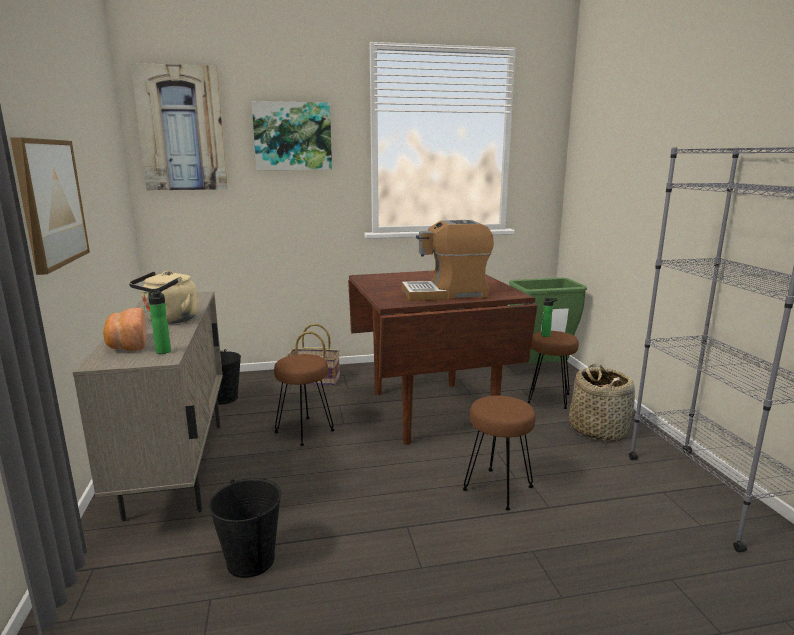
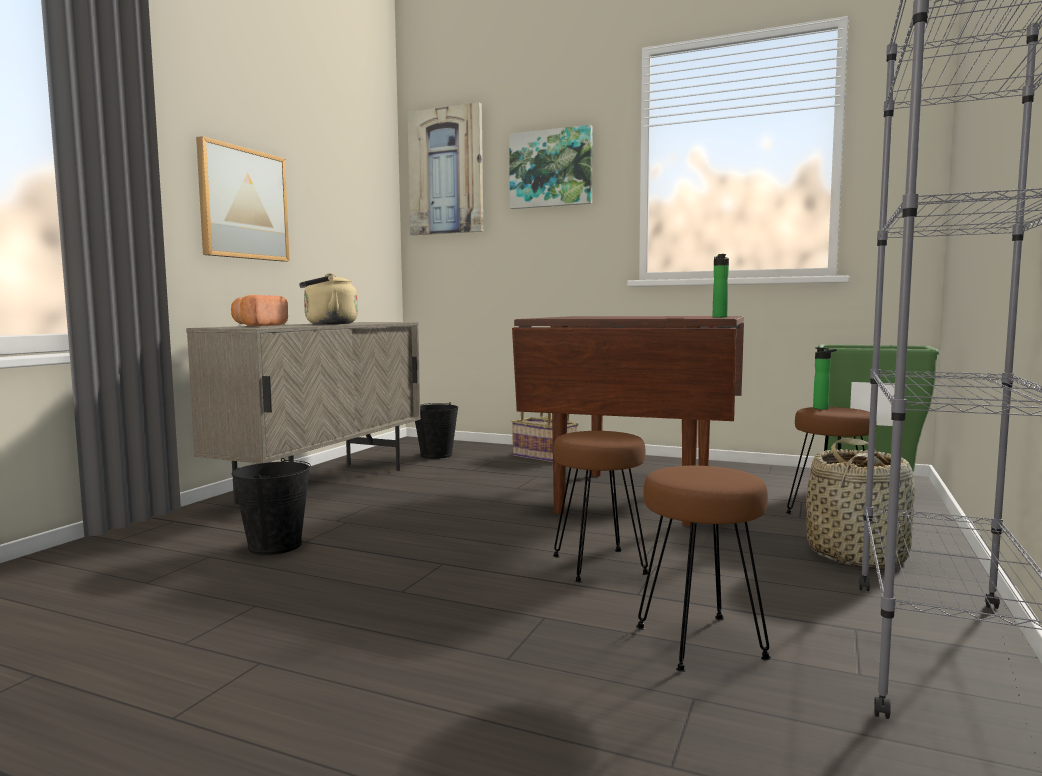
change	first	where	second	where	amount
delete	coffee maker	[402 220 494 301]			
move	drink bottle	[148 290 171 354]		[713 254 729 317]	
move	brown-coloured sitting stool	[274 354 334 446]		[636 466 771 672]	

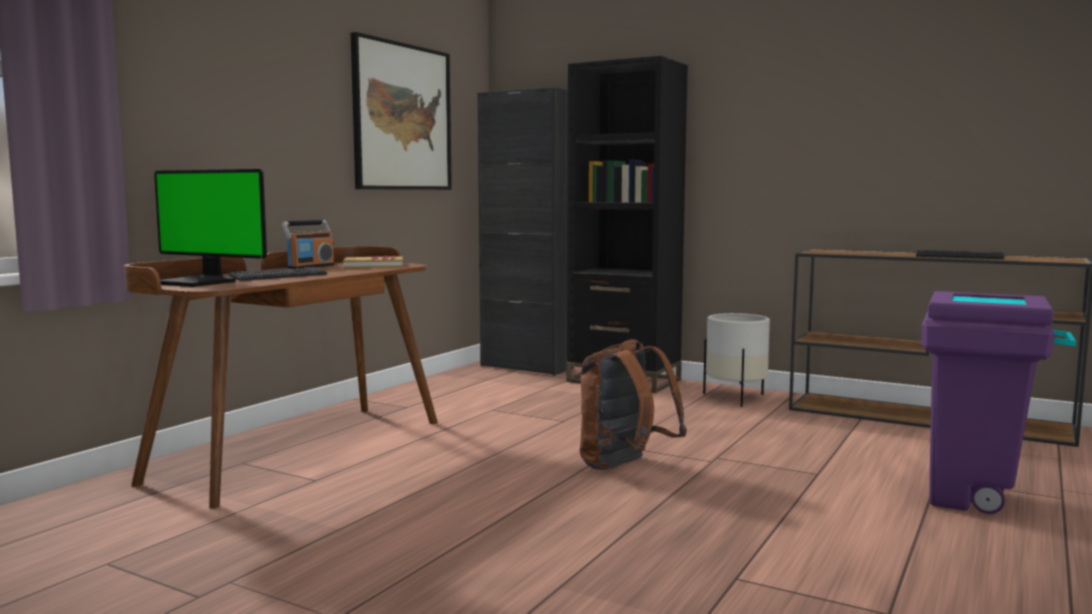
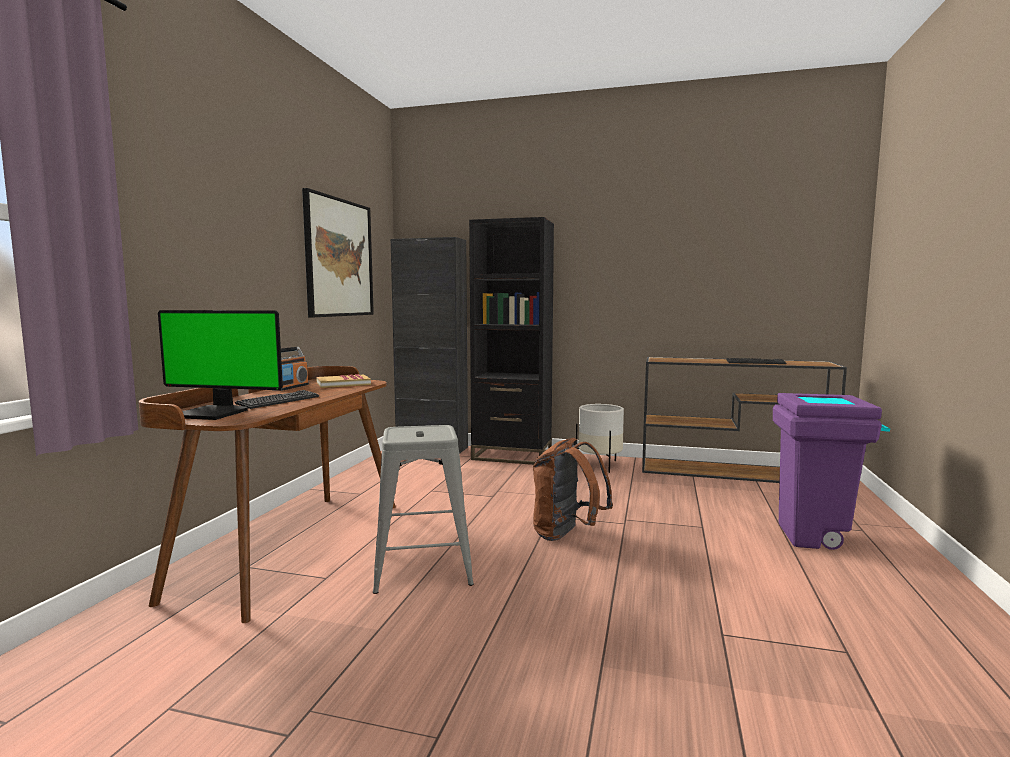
change	first	where	second	where	amount
insert			grey sitting stool	[373 425 474 594]	

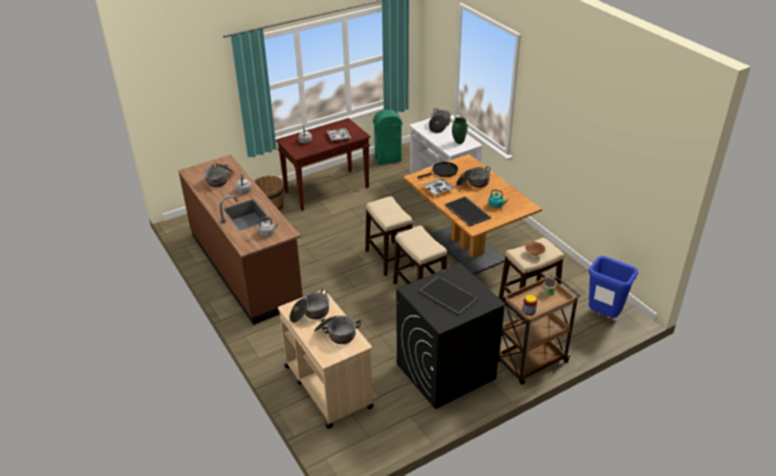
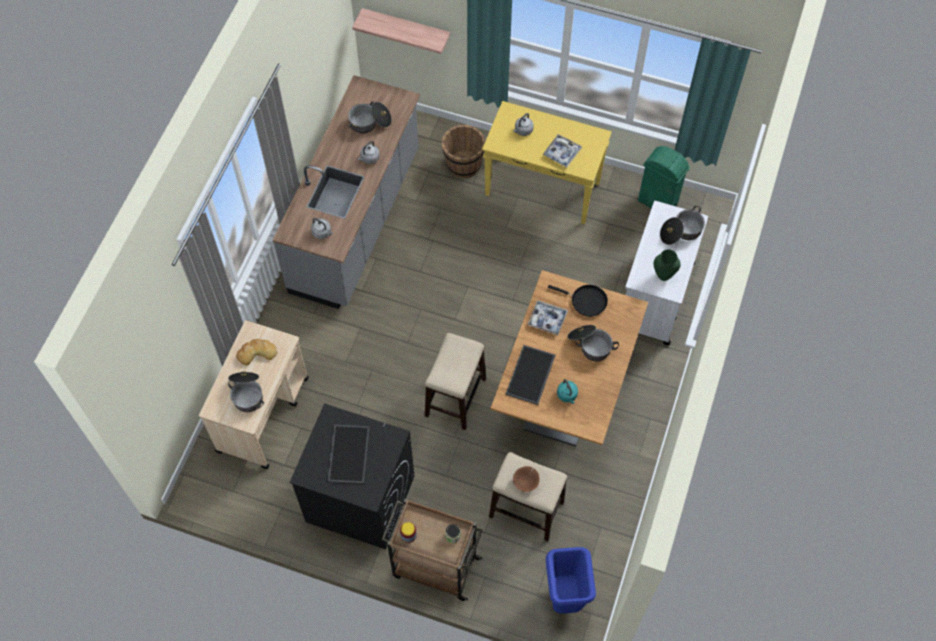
change	first	where	second	where	amount
recolor	brown-coloured hall table	[276 118 371 211]	yellow hall table	[482 101 612 224]	
recolor	brown-coloured kitchen counter	[178 155 303 325]	grey kitchen counter	[273 75 420 309]	
delete	sitting stool	[365 196 414 276]			
replace	saucepot	[290 289 329 323]	bread	[236 339 277 365]	
insert			shelf	[352 8 450 54]	

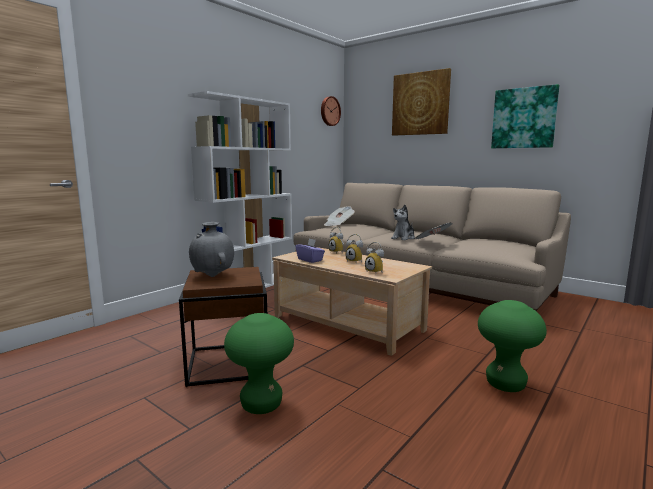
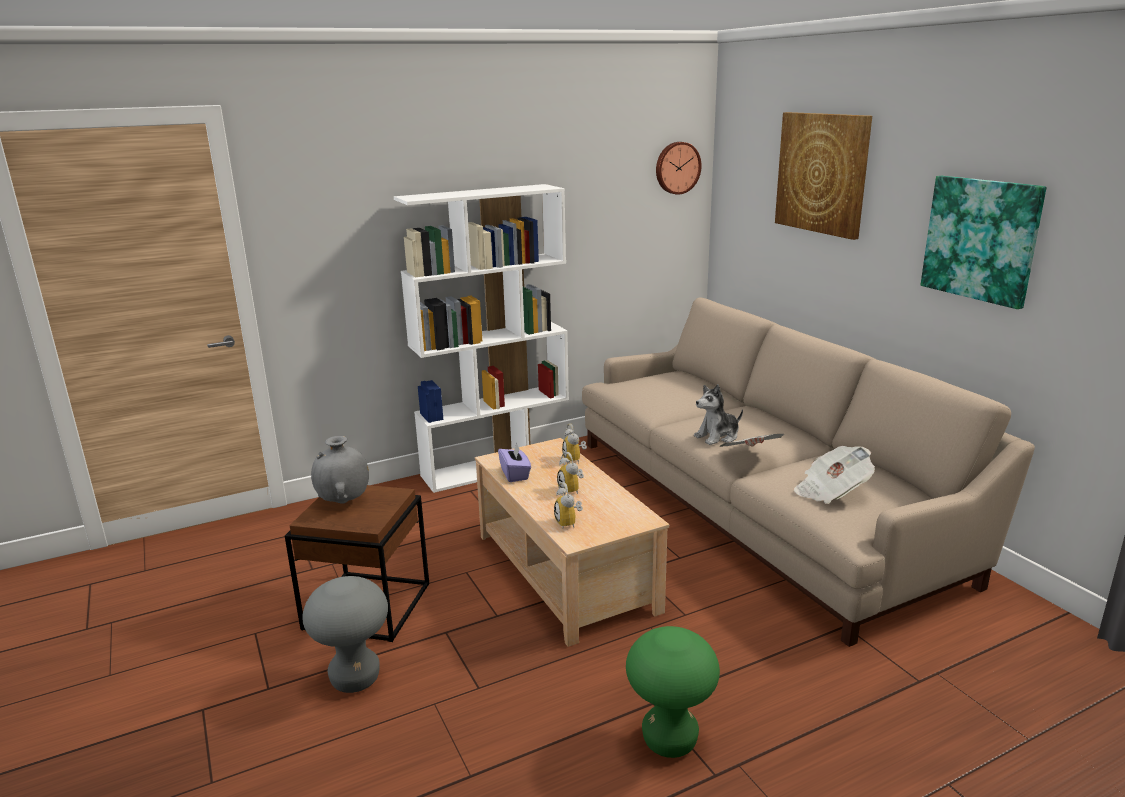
change	first	where	second	where	amount
move	newspaper	[324 206 355 226]		[794 446 875 504]	
recolor	green sitting stool	[224 313 294 414]	grey sitting stool	[302 576 388 693]	

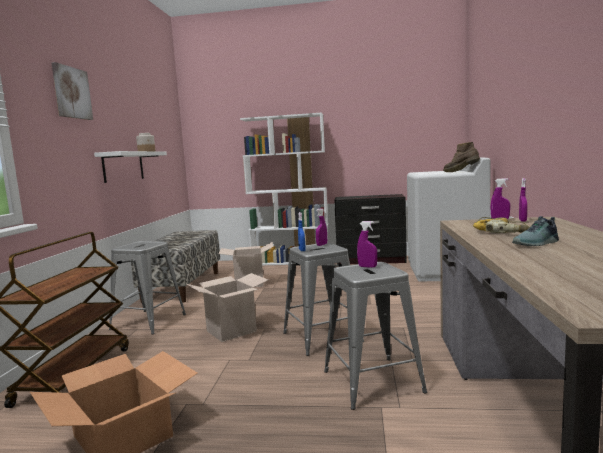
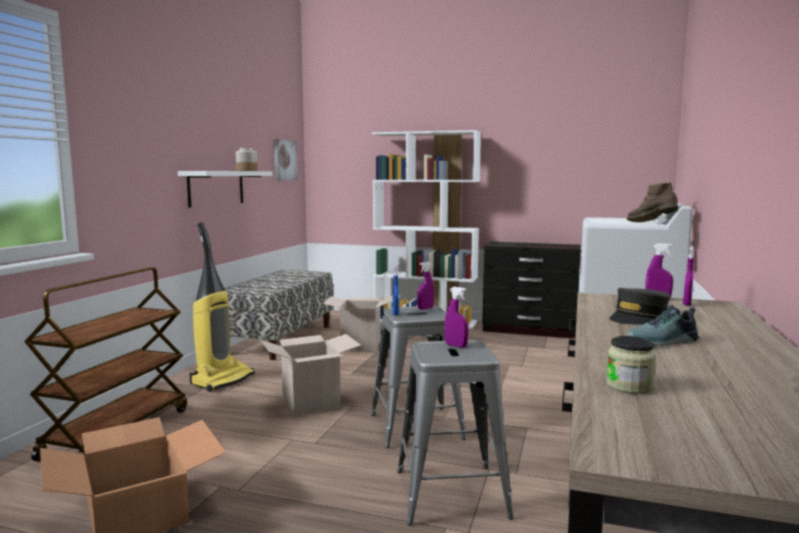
change	first	where	second	where	amount
move	picture	[52 62 93 120]		[274 139 297 181]	
replace	power drill	[473 217 530 233]	grey peaked cap	[609 288 670 325]	
replace	grey sitting stool	[109 241 186 334]	hoover	[189 222 255 392]	
insert			preserve jar	[606 336 656 394]	

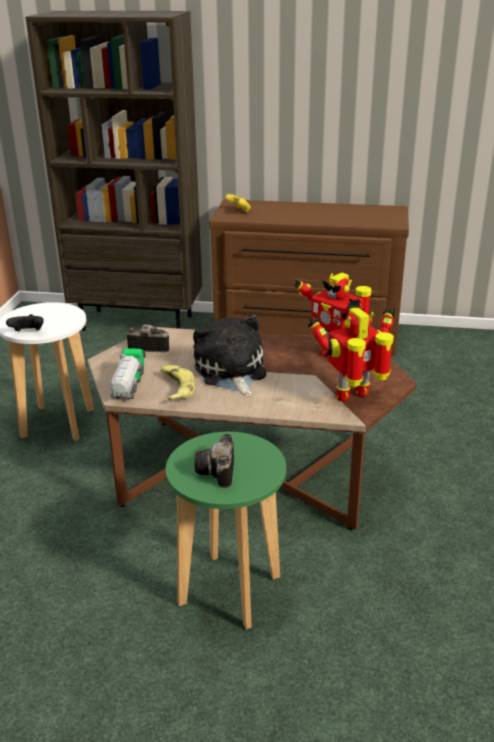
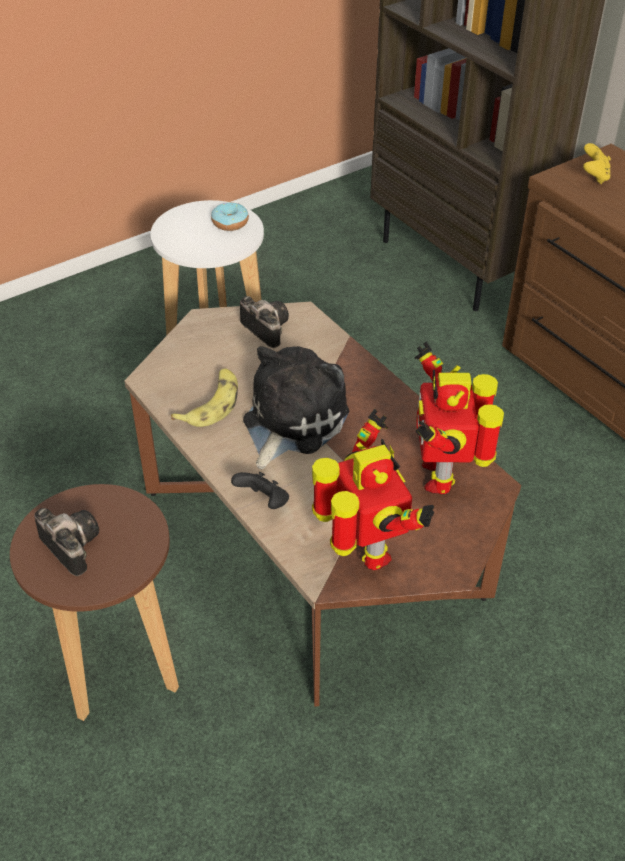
change	first	where	second	where	amount
rotate	toy robot	[308 306 396 401]		[312 409 434 570]	45 degrees clockwise
move	blackish game controller	[6 314 44 331]		[231 472 289 509]	
delete	model truck	[109 348 146 399]			
recolor	green sitting stool	[166 432 286 630]	brown-coloured sitting stool	[10 484 179 721]	
rotate	photo camera	[194 434 234 488]		[34 508 99 576]	90 degrees clockwise
insert			ring doughnut	[211 203 249 231]	

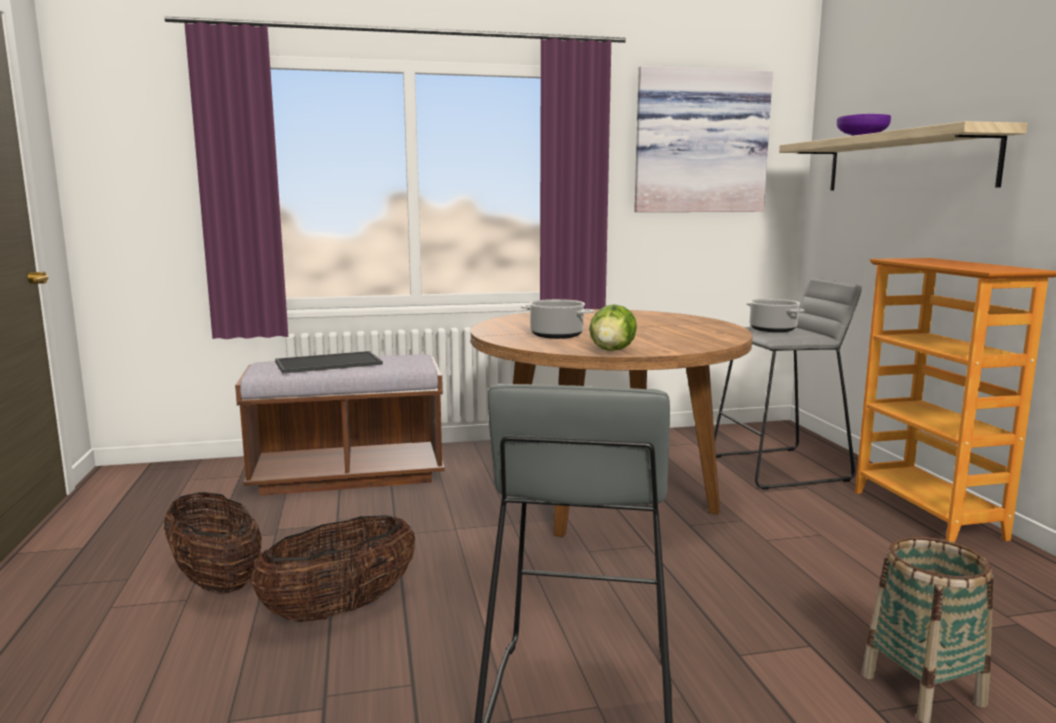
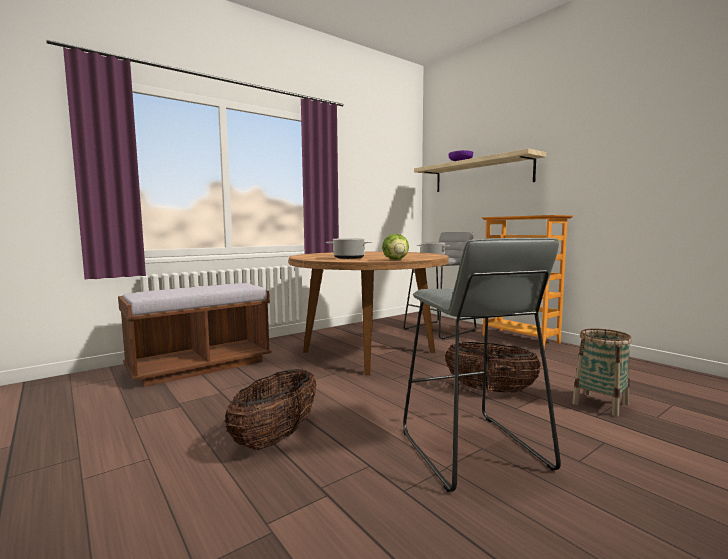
change	first	where	second	where	amount
delete	picture	[634 66 773 212]			
delete	carrying tray	[275 351 383 374]			
move	storage basket	[164 492 262 594]		[445 342 542 393]	

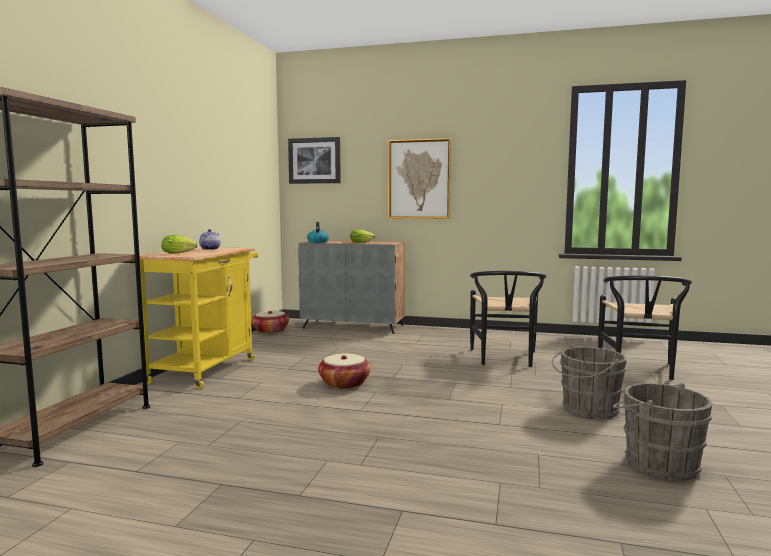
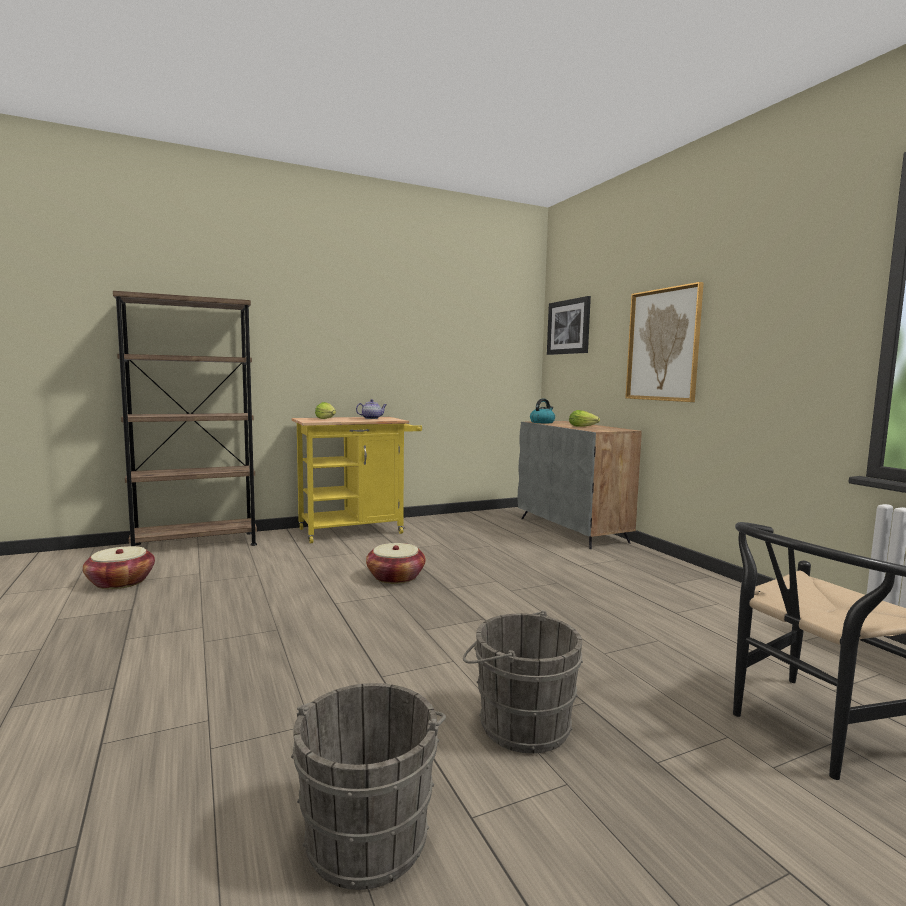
change	first	where	second	where	amount
delete	blackish upright chair	[470 271 546 367]			
move	storage basket	[251 311 289 334]		[83 546 155 590]	

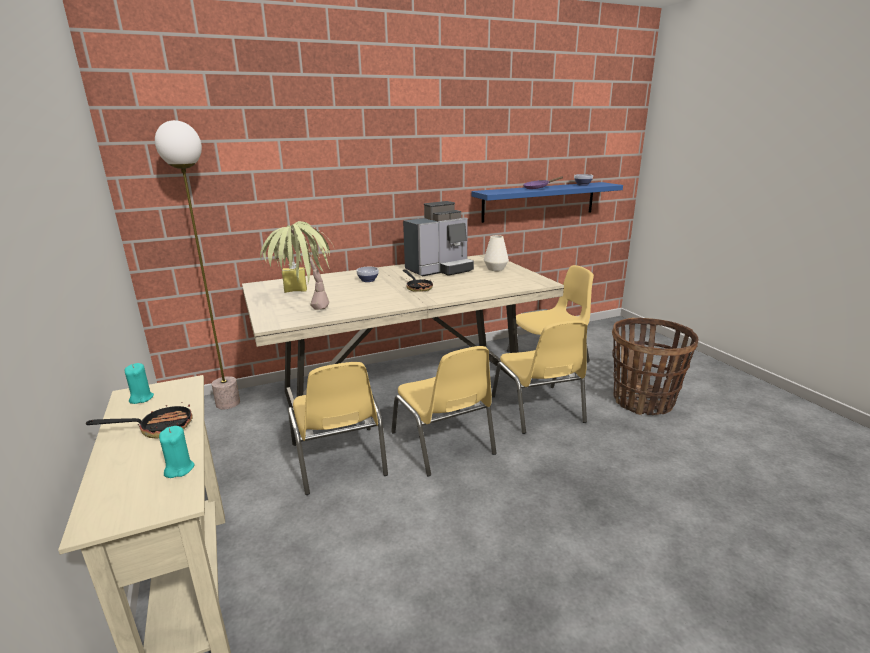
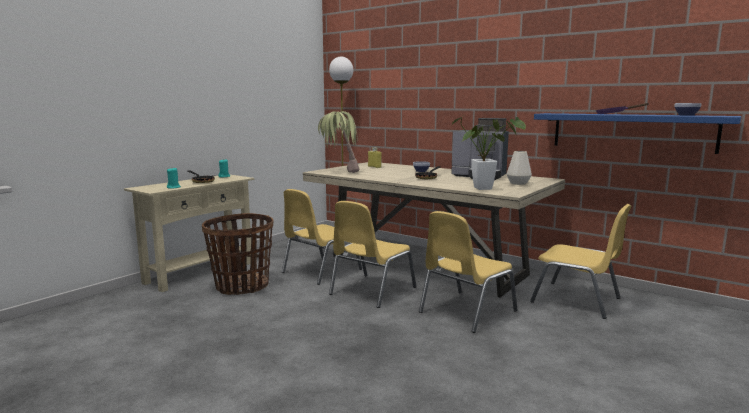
change	first	where	second	where	amount
move	storage basket	[612 318 698 415]		[202 213 273 295]	
insert			potted plant	[452 116 526 190]	

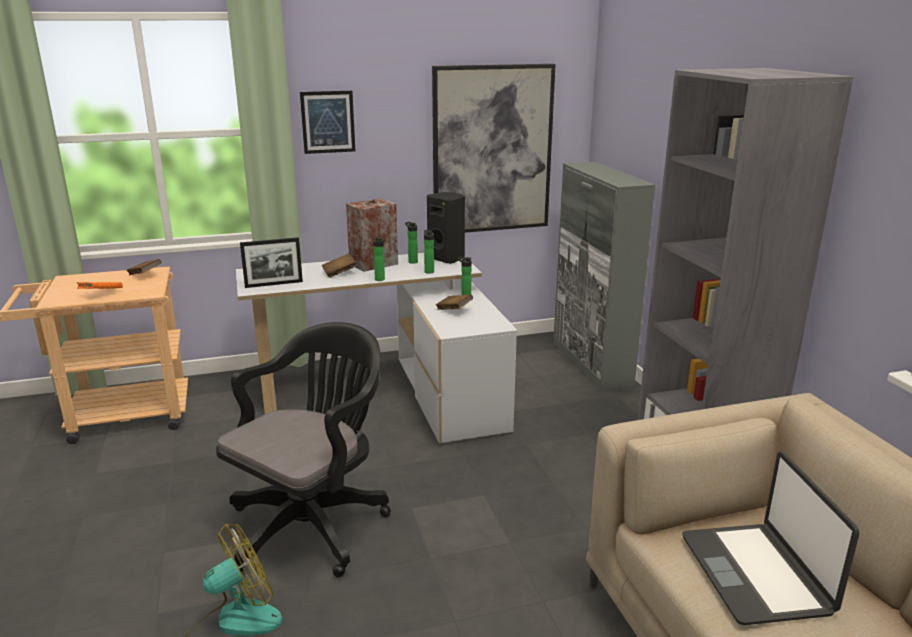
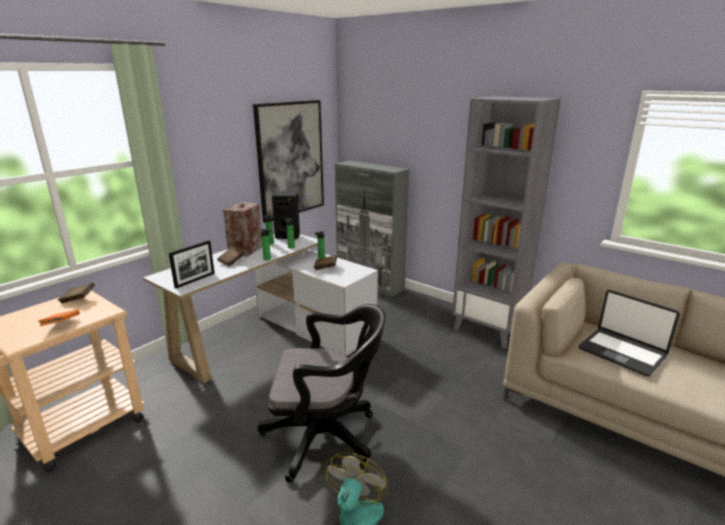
change	first	where	second	where	amount
delete	picture	[300 91 355 154]			
rotate	blackish computer chair	[216 322 391 578]		[258 304 386 483]	90 degrees clockwise

